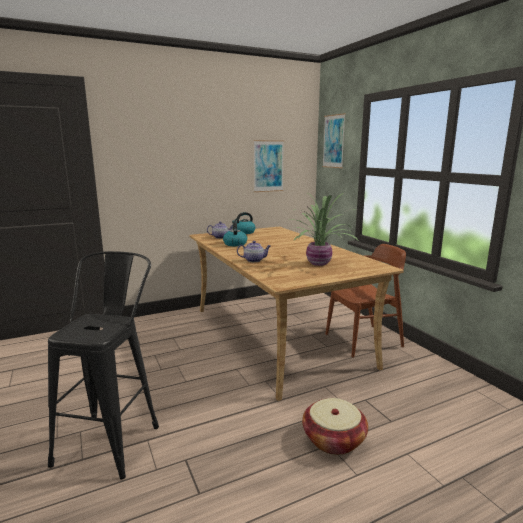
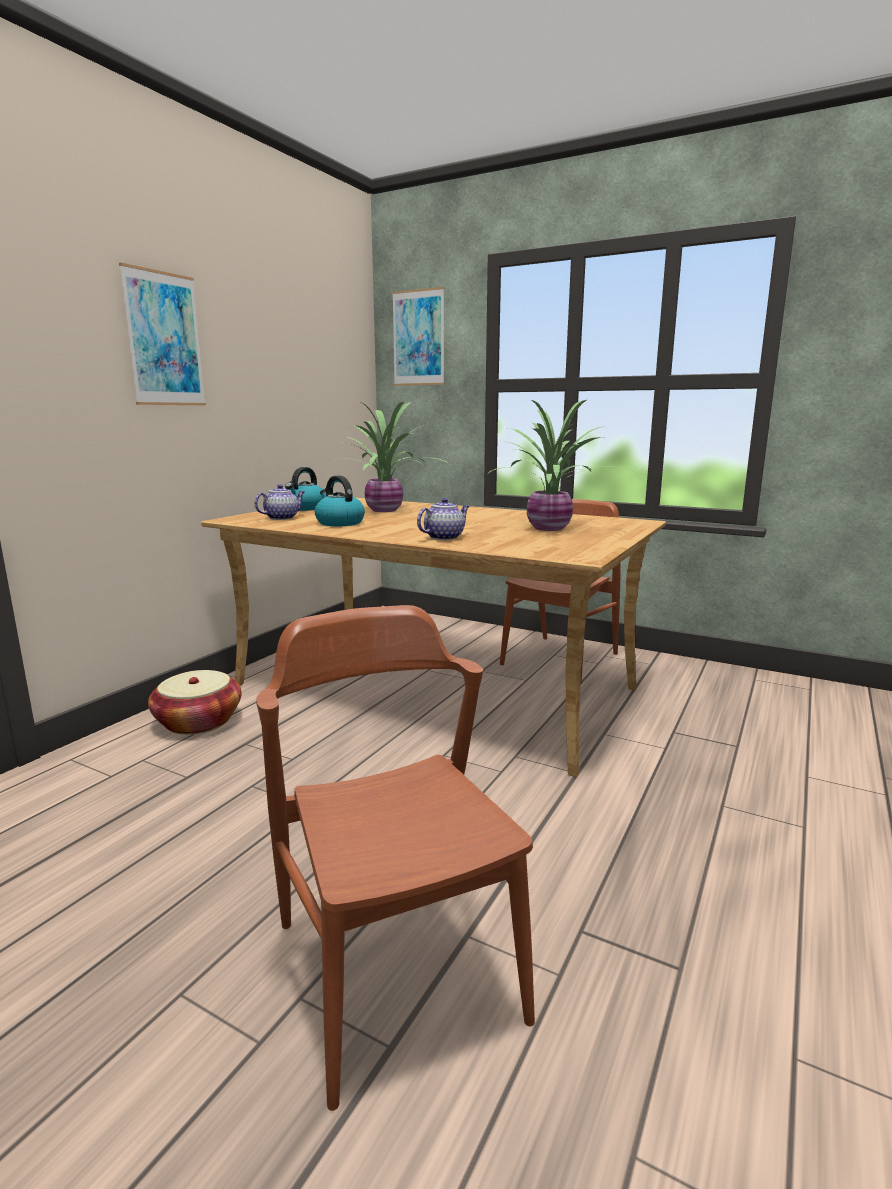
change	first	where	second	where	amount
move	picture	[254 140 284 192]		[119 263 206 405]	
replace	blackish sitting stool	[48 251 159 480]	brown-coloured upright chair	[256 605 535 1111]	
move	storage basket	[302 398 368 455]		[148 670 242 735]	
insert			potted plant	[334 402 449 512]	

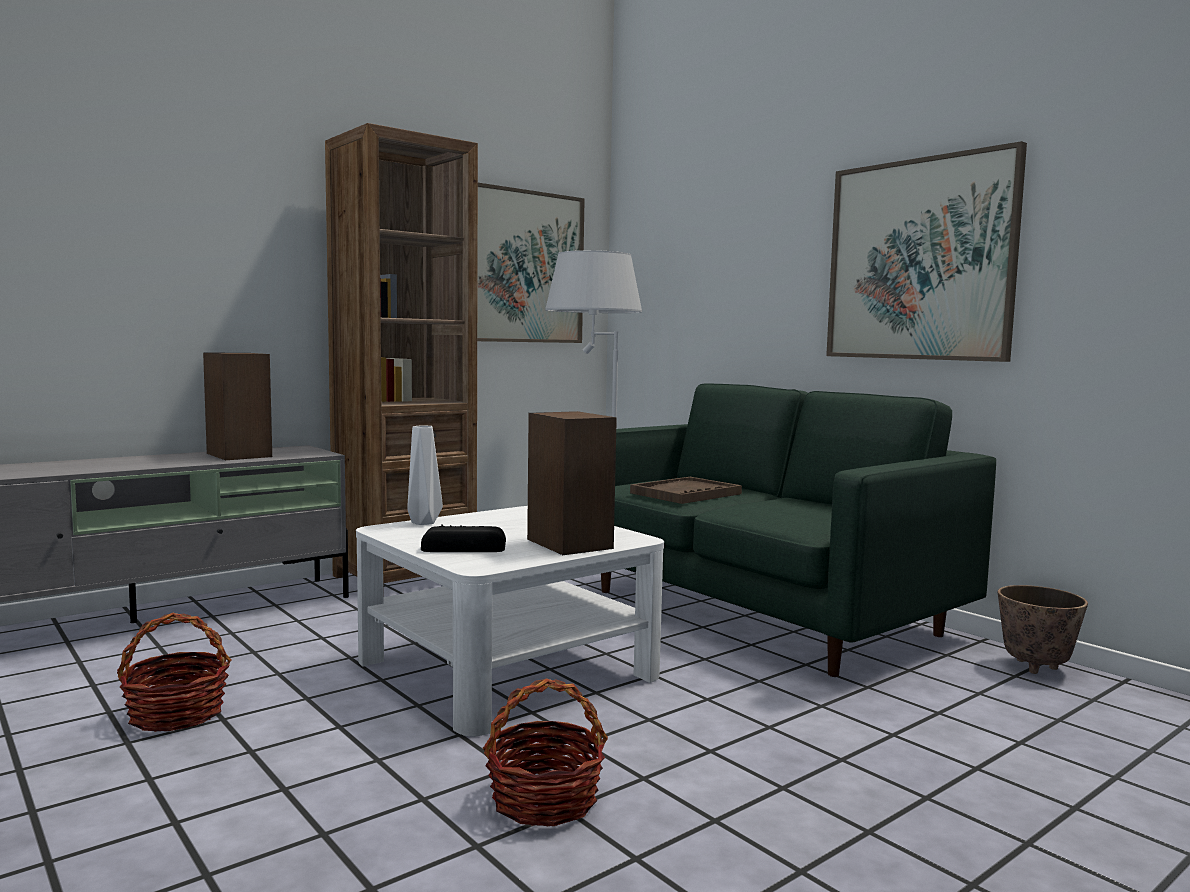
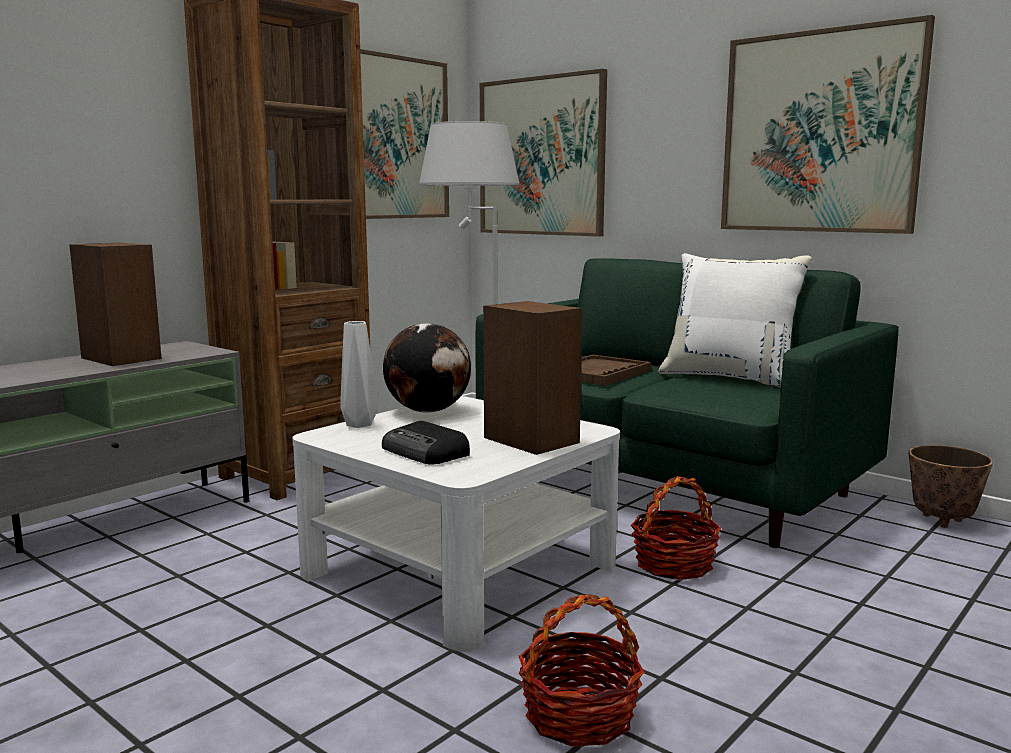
change	first	where	second	where	amount
rotate	radio	[421 524 506 552]		[382 421 470 465]	120 degrees counterclockwise
move	storage basket	[117 612 232 732]		[631 476 721 580]	
insert			picture	[480 69 607 237]	
insert			white pillow	[658 253 812 388]	
insert			globe	[383 323 471 413]	

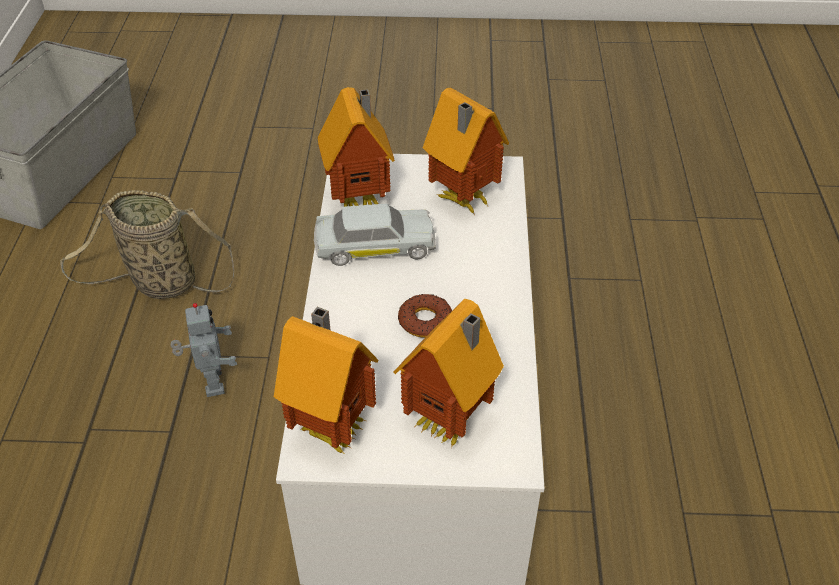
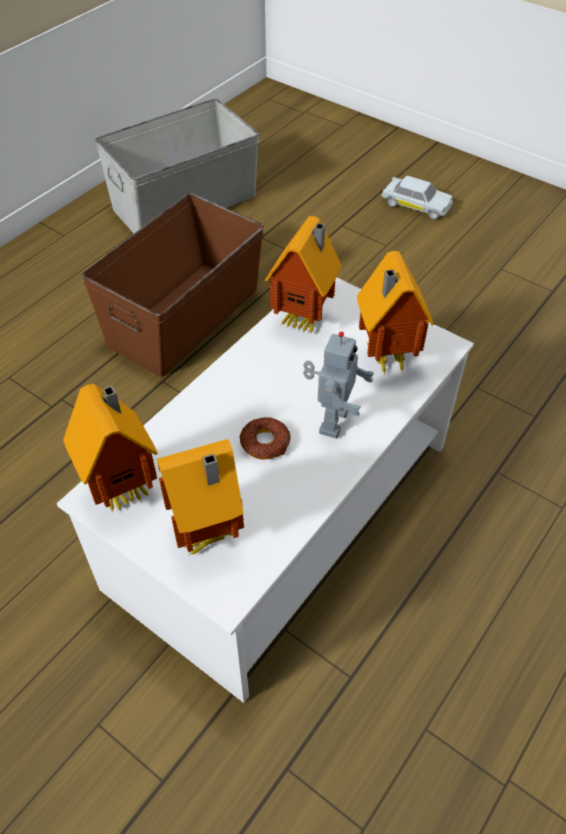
change	first	where	second	where	amount
replace	storage basket	[60 190 234 299]	brown-coloured storage box	[81 193 264 377]	
move	white toy car	[314 204 436 266]		[381 176 453 220]	
move	toy robot	[170 303 237 397]		[303 331 374 439]	

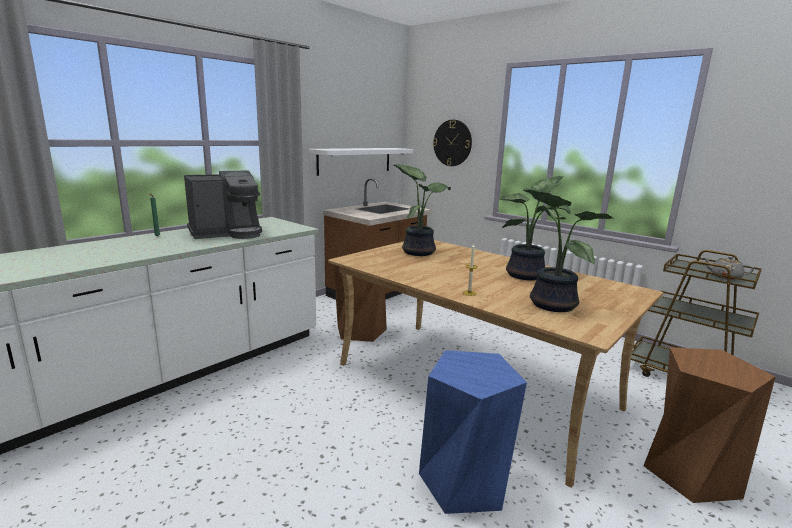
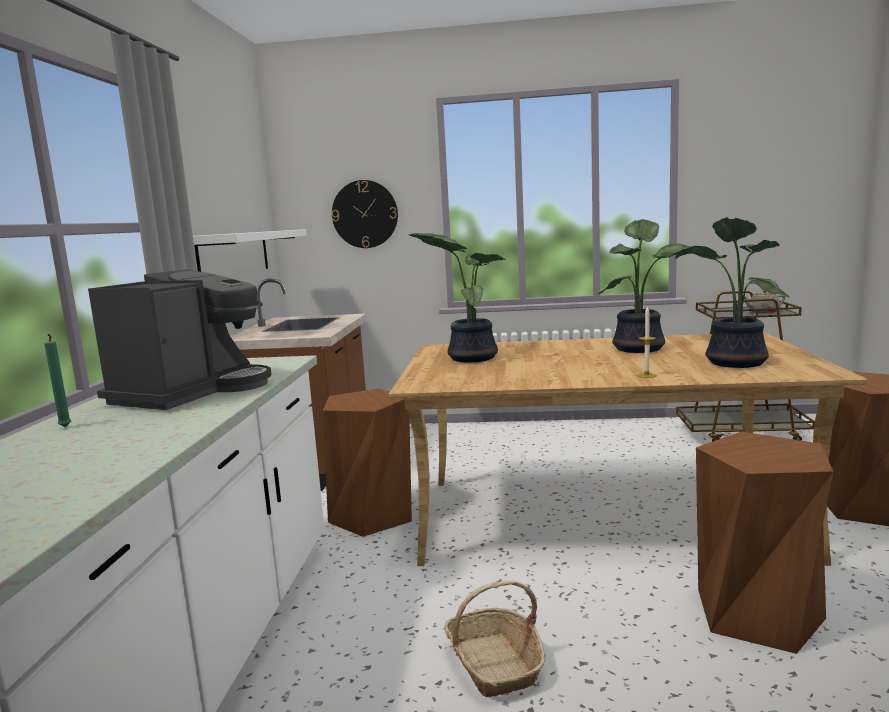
change	first	where	second	where	amount
recolor	blue-coloured sitting stool	[419 350 527 514]	brown-coloured sitting stool	[696 432 834 654]	
insert			storage basket	[444 581 546 697]	

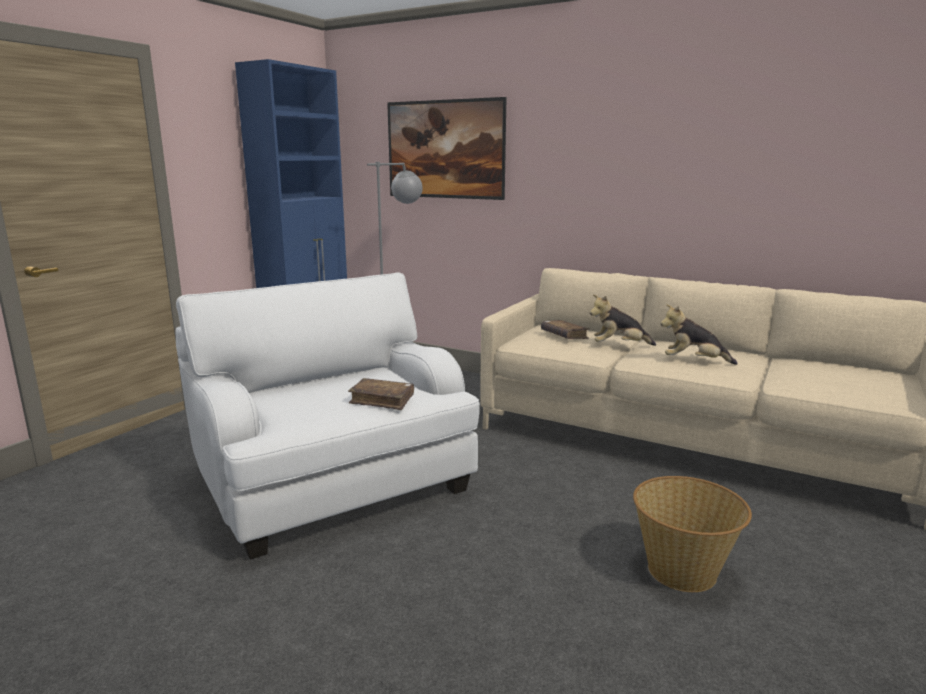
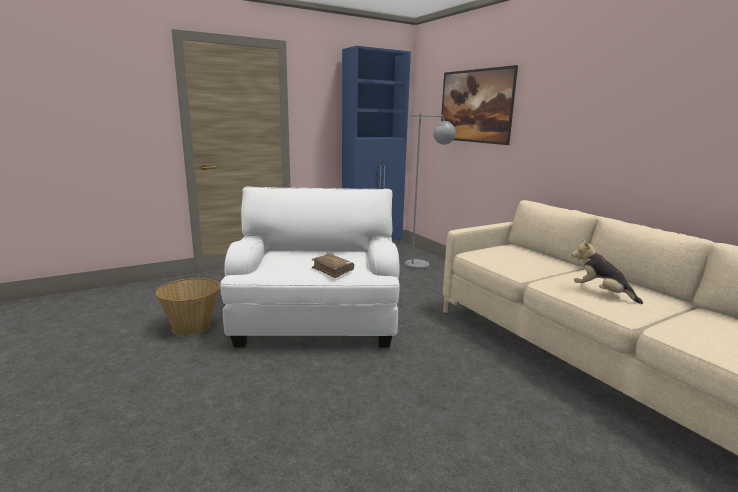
change	first	where	second	where	amount
delete	cuddly toy	[590 295 656 346]			
delete	brown-coloured book	[541 320 590 339]			
move	storage basket	[633 476 752 592]		[155 278 220 336]	

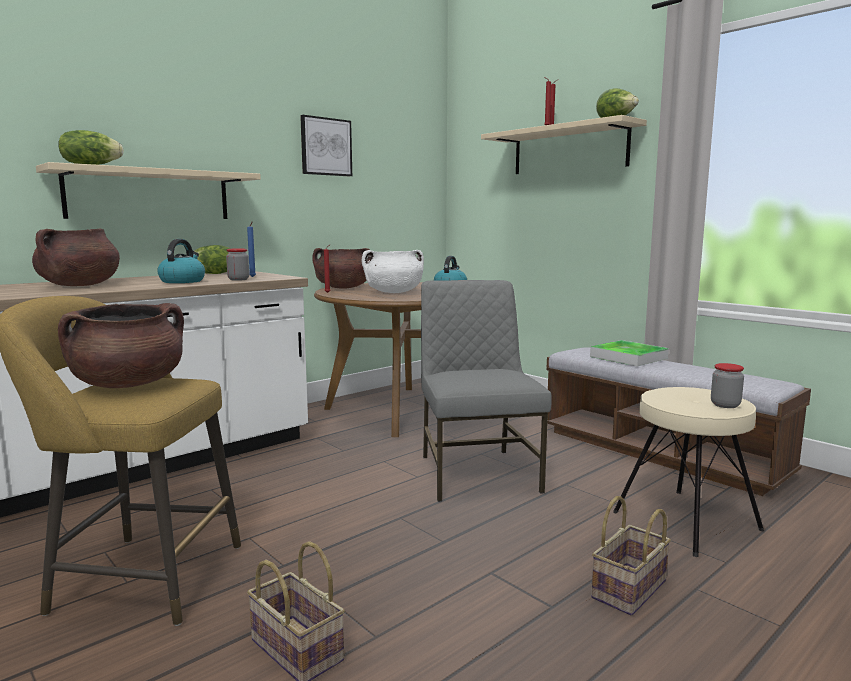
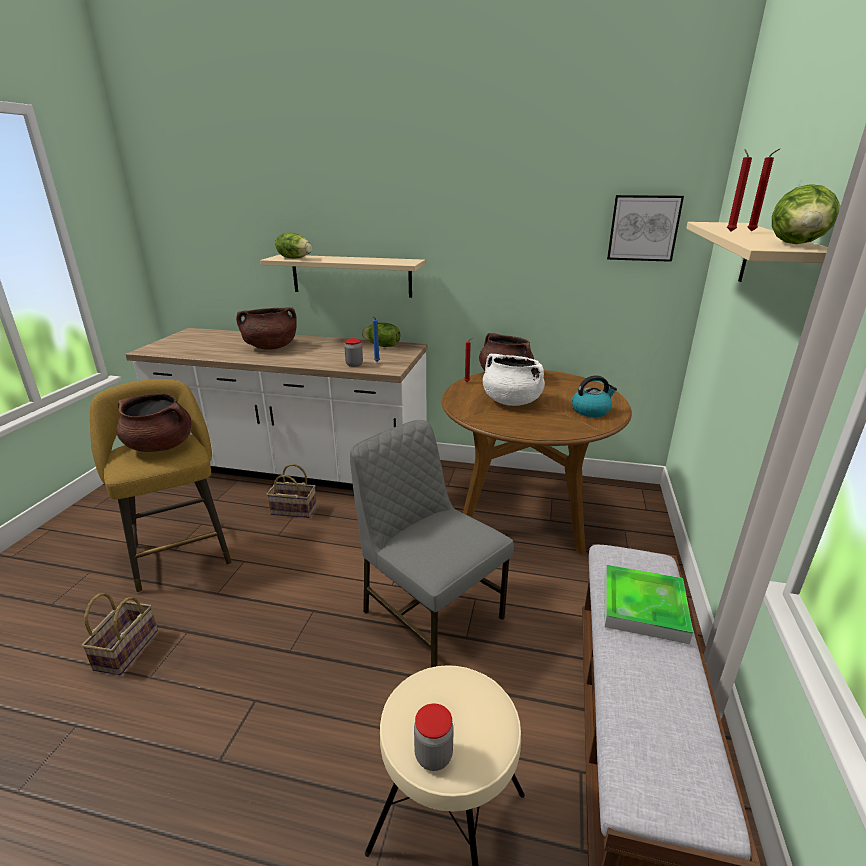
change	first	where	second	where	amount
move	picture	[300 115 352 176]		[607 195 684 262]	
delete	water kettle	[157 239 205 283]			
rotate	grey upright chair	[421 280 552 502]		[350 420 514 667]	90 degrees counterclockwise
move	storage basket	[591 496 671 616]		[267 464 317 518]	

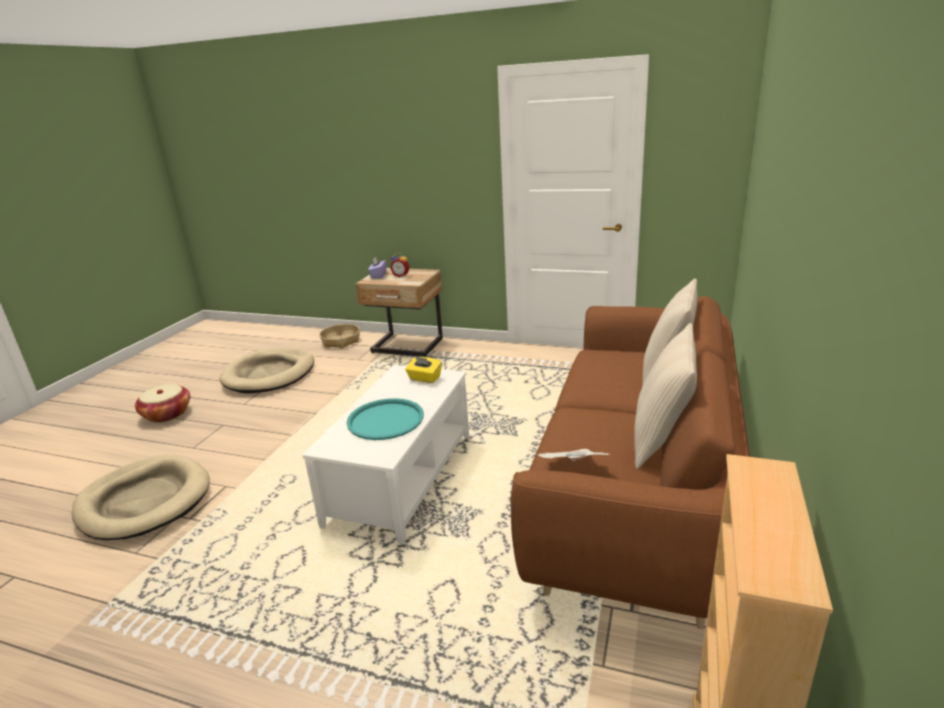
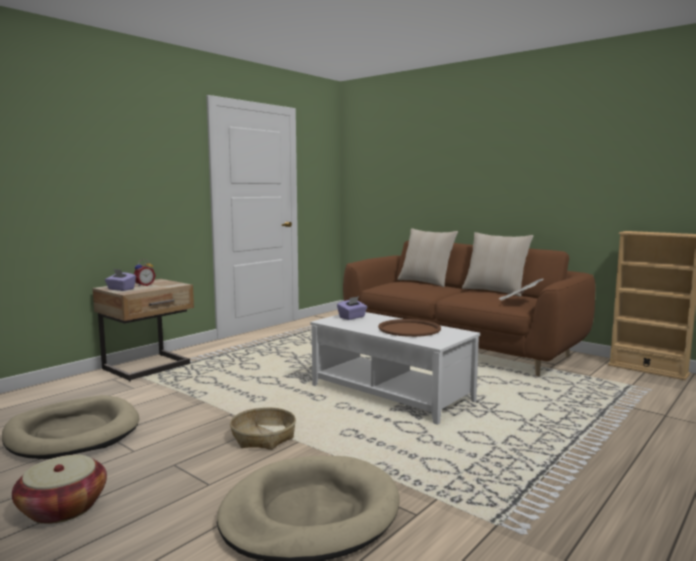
change	first	where	second	where	amount
move	storage basket	[319 324 360 348]		[230 407 296 450]	
recolor	yellow tissue box	[405 356 442 383]	purplish tissue box	[337 296 367 320]	
recolor	turquoise-coloured carrying tray	[346 398 424 440]	brown-coloured carrying tray	[378 319 441 337]	

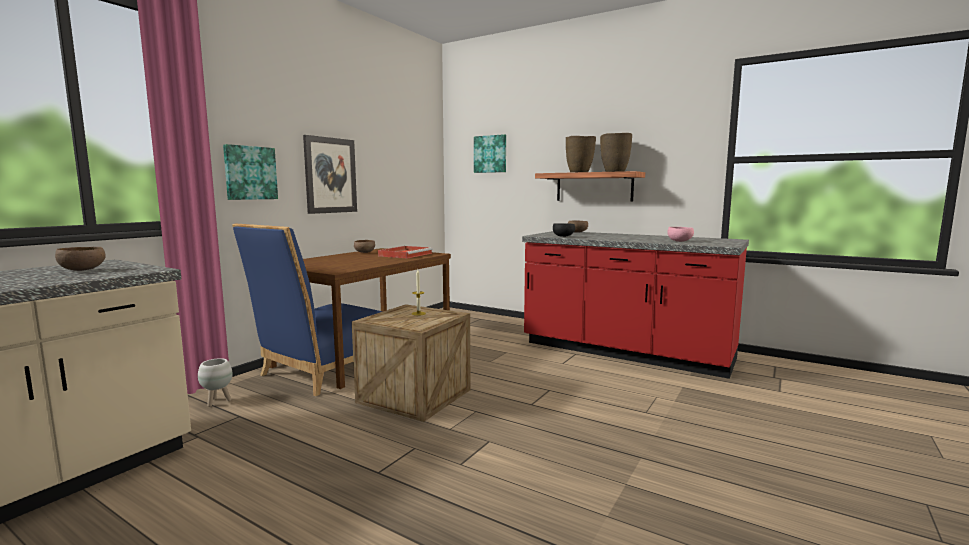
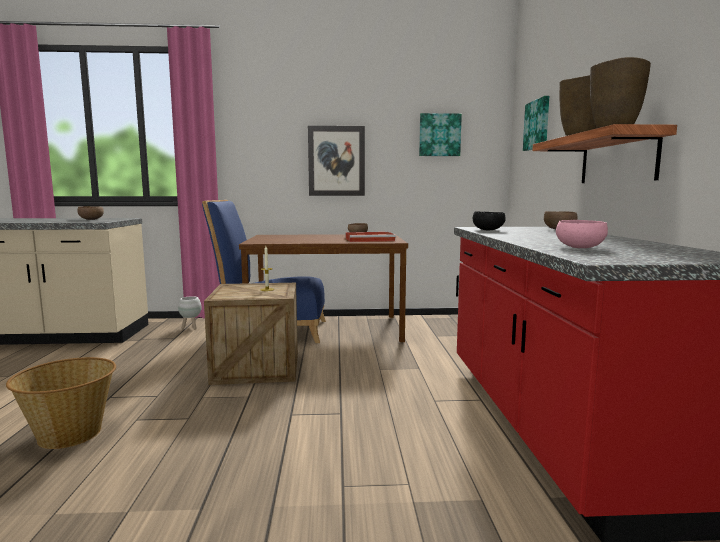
change	first	where	second	where	amount
move	picture	[223 144 278 200]		[419 113 462 156]	
insert			storage basket	[6 357 116 449]	

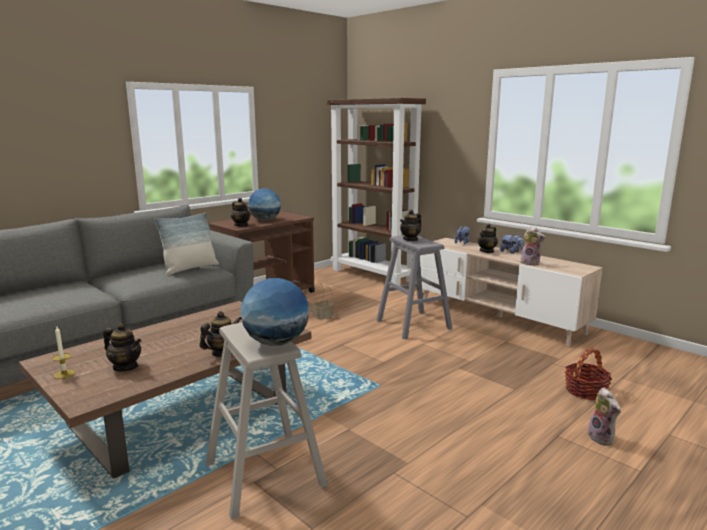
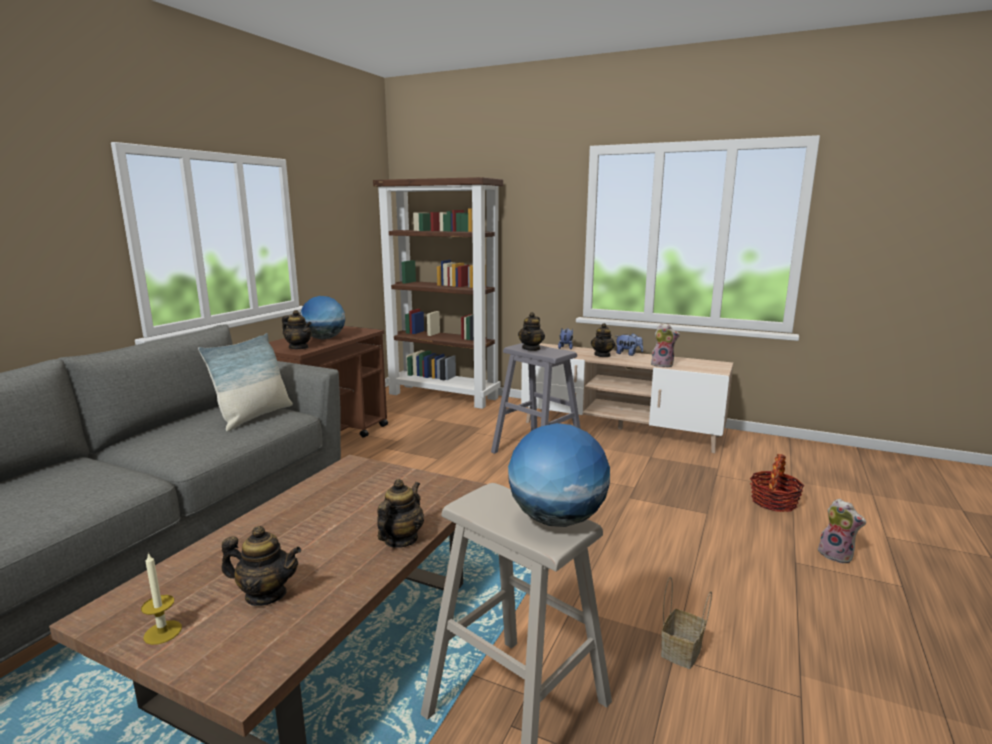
change	first	where	second	where	amount
move	storage basket	[312 282 334 320]		[661 577 712 669]	

